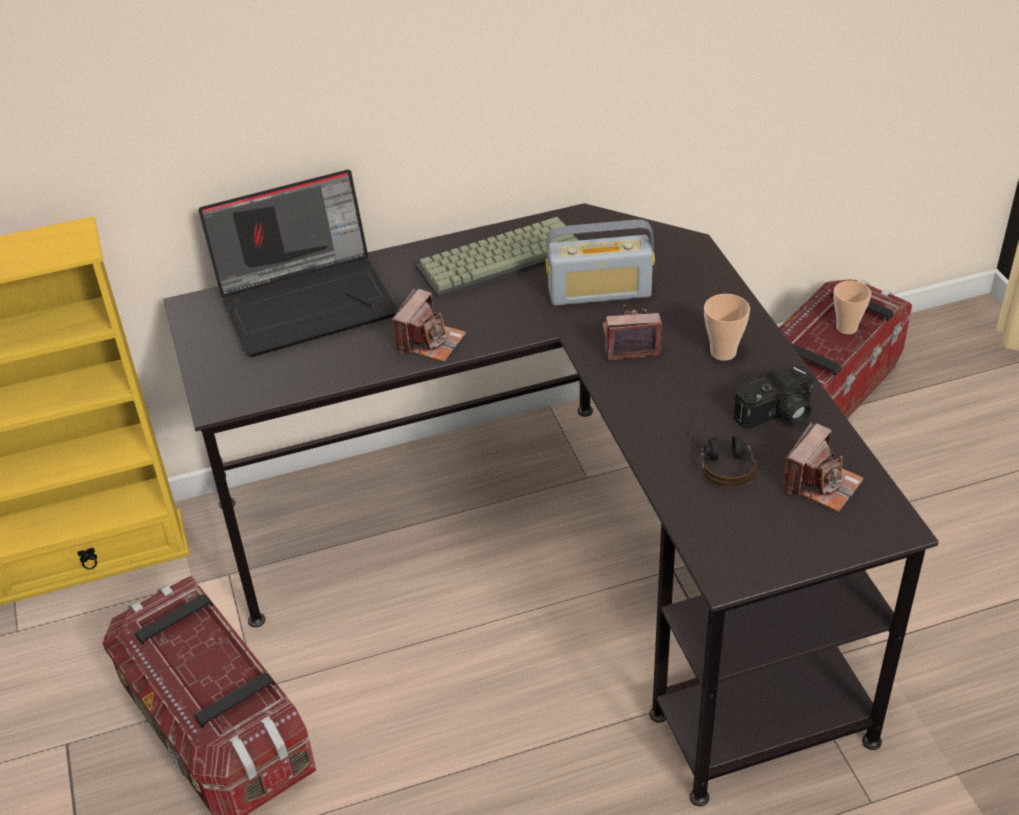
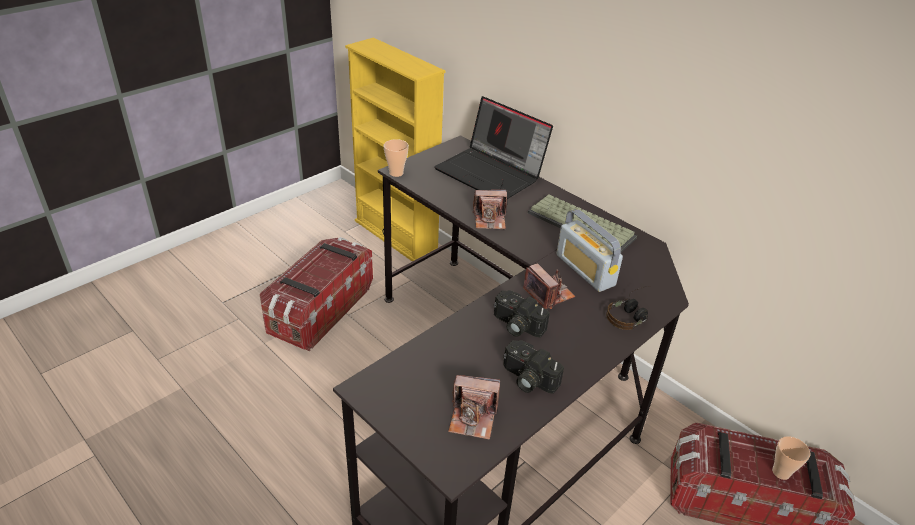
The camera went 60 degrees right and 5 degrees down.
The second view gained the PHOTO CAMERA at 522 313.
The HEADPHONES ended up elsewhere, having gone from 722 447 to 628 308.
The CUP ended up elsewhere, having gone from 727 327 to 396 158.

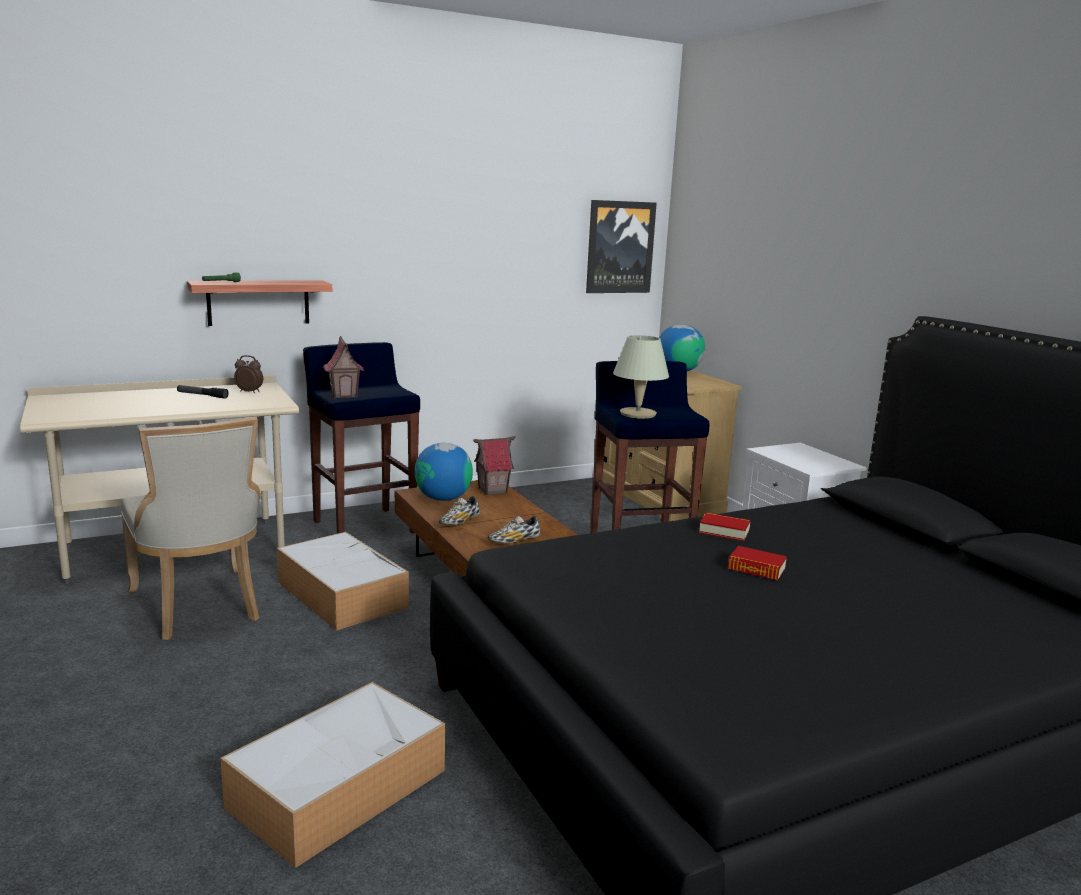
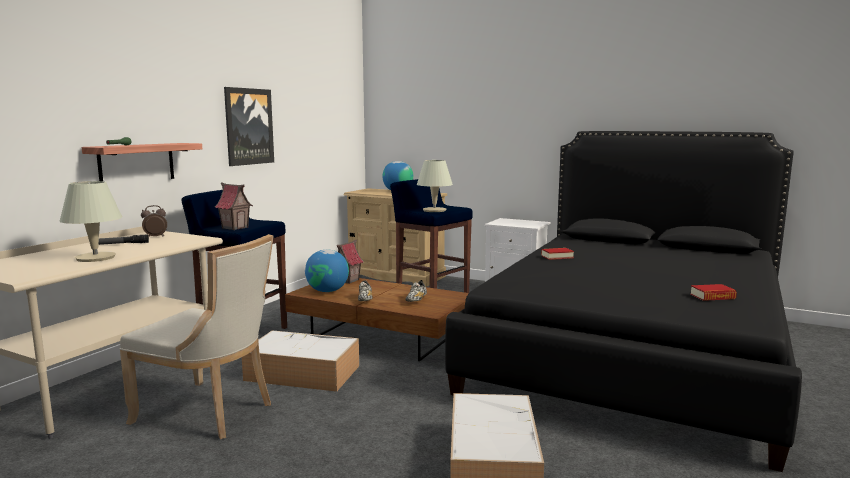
The camera went 35 degrees left and 5 degrees down.
The second view gained the BEIGE TABLE LAMP at 91 221.
The PICTURE ended up elsewhere, having gone from 621 246 to 249 126.
The BOOK ended up elsewhere, having gone from 757 563 to 713 292.

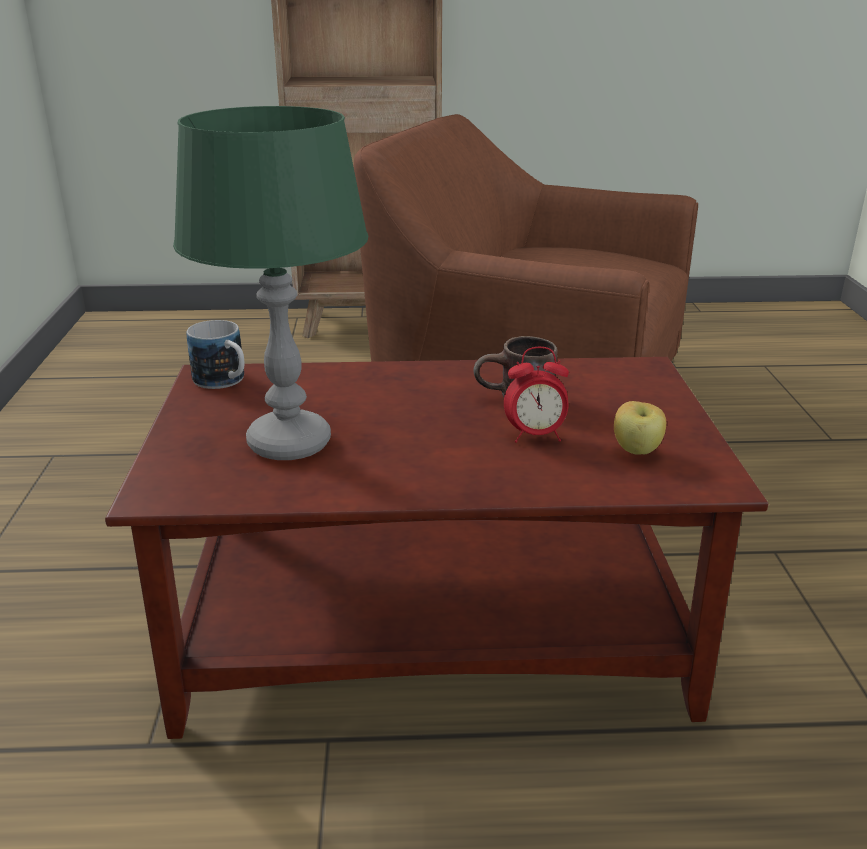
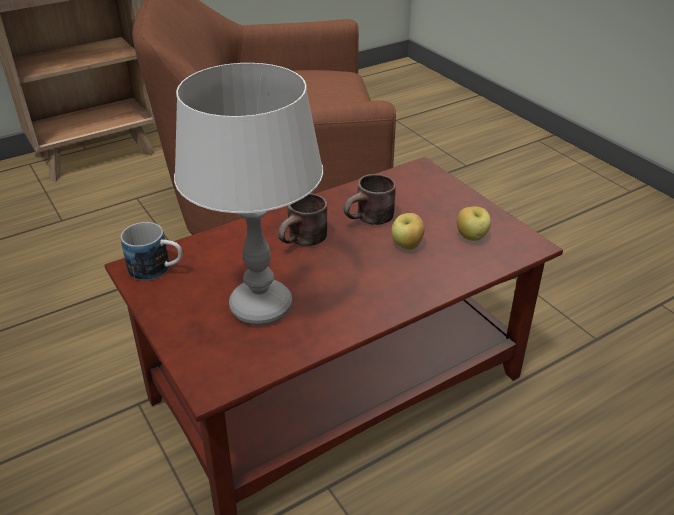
The camera went 30 degrees left and 10 degrees up.
The second view gained the BROWN MUG at 302 219.
Where the ALARM CLOCK stood at 536 395, the APPLE came to stand at 407 231.
What was the GREEN TABLE LAMP at 270 283 turned into the GREY TABLE LAMP at 248 194.

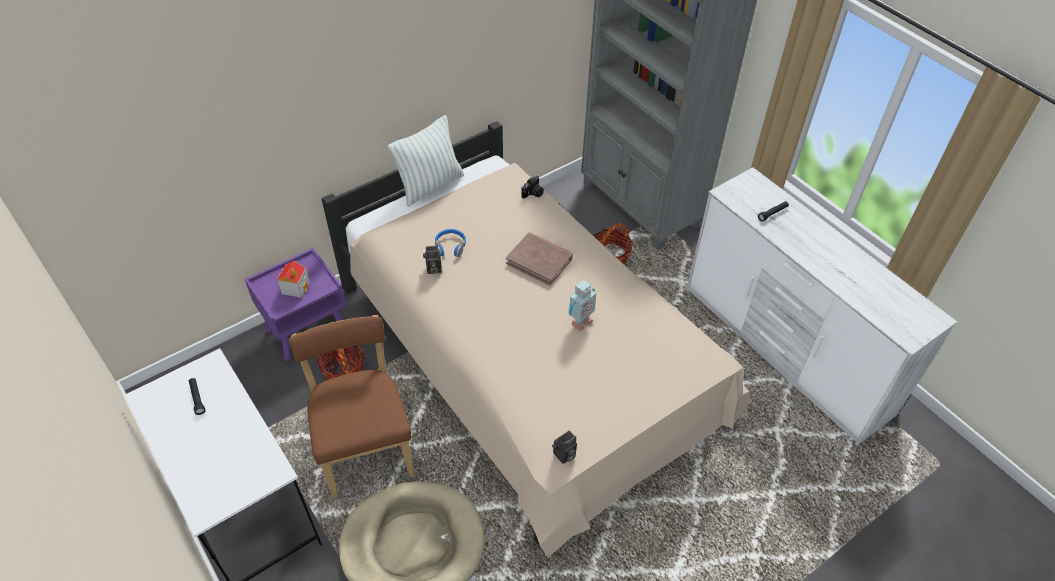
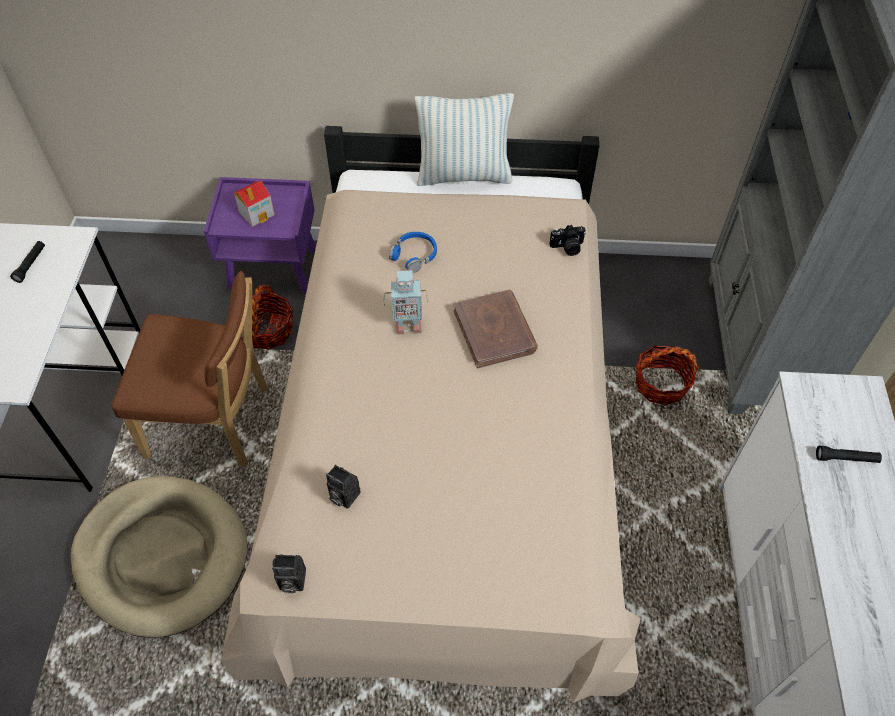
The camera went 40 degrees right and 5 degrees up.
The PHOTO CAMERA ended up elsewhere, having gone from 432 260 to 343 487.
The TOY ROBOT ended up elsewhere, having gone from 582 305 to 405 302.
The BROWN CHAIR at 351 406 ended up facing another way, 75 degrees clockwise from before.

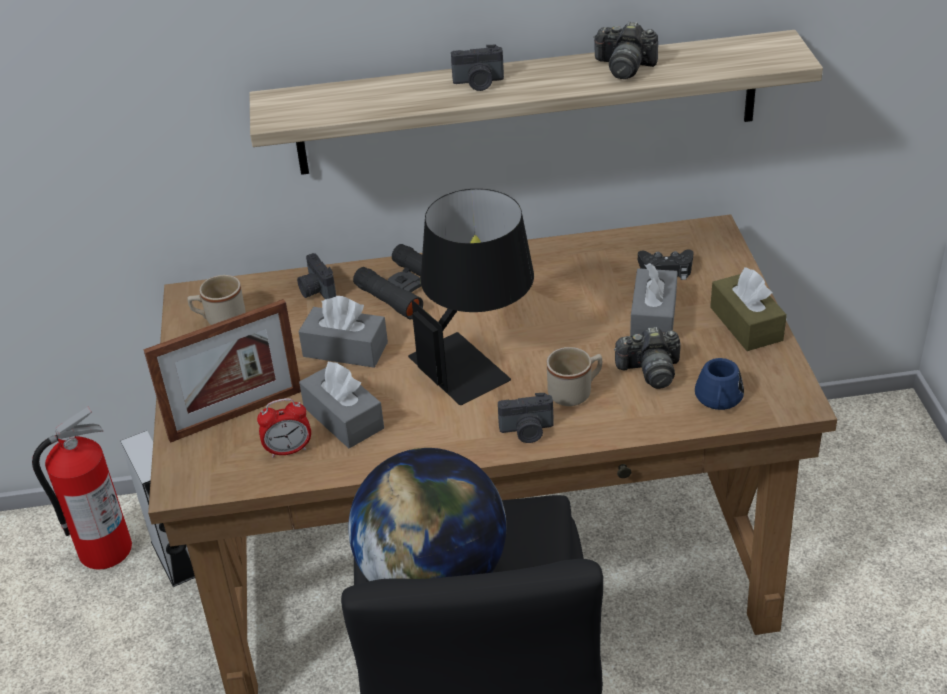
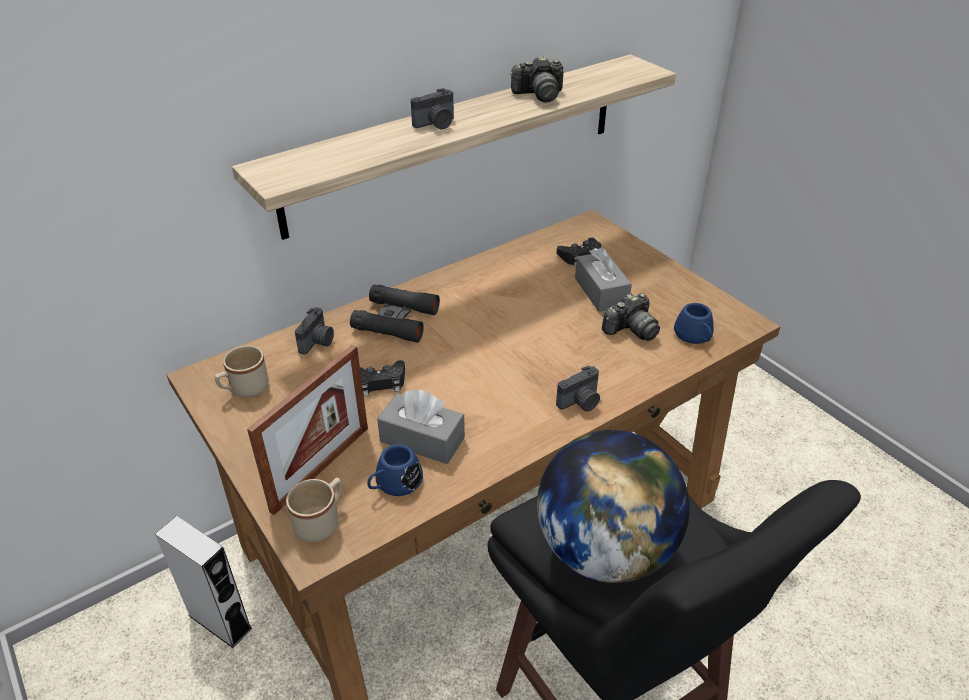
The camera went 30 degrees left and 0 degrees up.
The second view lost the FIRE EXTINGUISHER at 82 487.
The second view lost the BLACK TABLE LAMP at 471 297.
The second view lost the BROWN TISSUE BOX at 748 309.
The BEIGE MUG ended up elsewhere, having gone from 574 376 to 314 510.
Where the ALARM CLOCK stood at 284 428, the BLUE MUG came to stand at 395 470.
Where the GREY TISSUE BOX stood at 343 332, the BLACK GAME CONTROLLER came to stand at 382 378.
The PHOTO CAMERA at 316 276 ended up facing another way, 105 degrees counterclockwise from before.

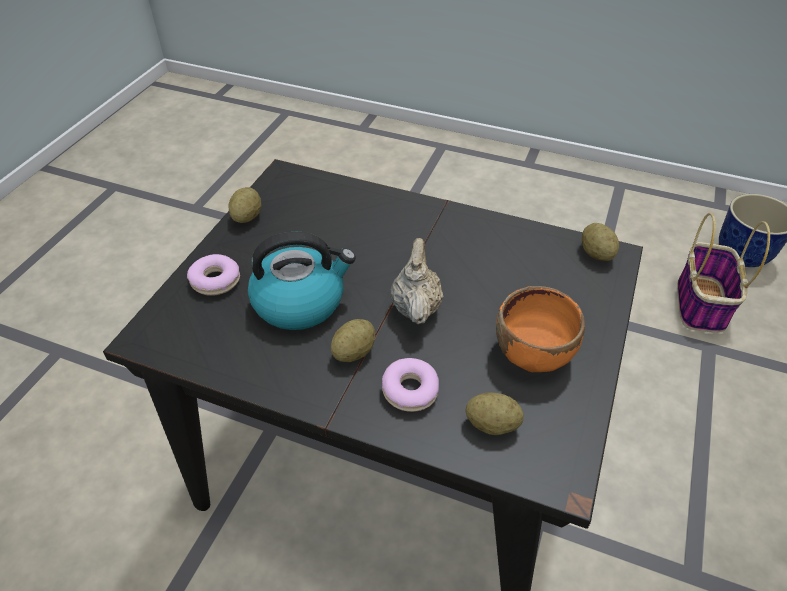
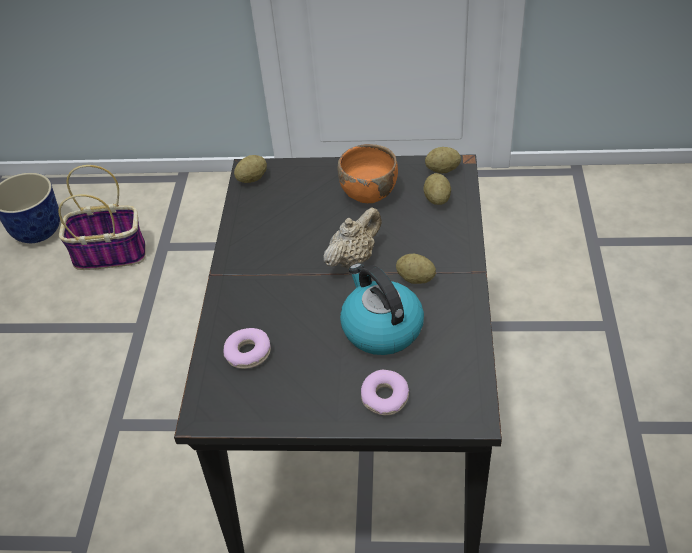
The camera went 105 degrees left and 0 degrees up.
The POTATO ended up elsewhere, having gone from 244 205 to 443 160.
The DONUT ended up elsewhere, having gone from 410 385 to 247 348.
The BEIGE TEAPOT at 416 281 ended up facing another way, 150 degrees clockwise from before.

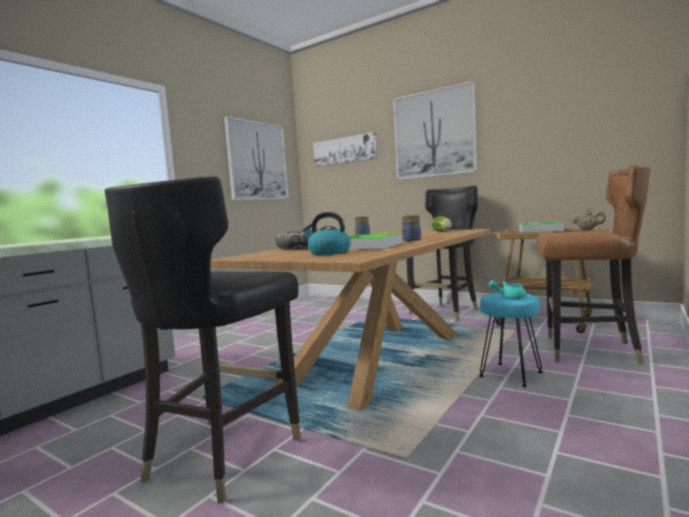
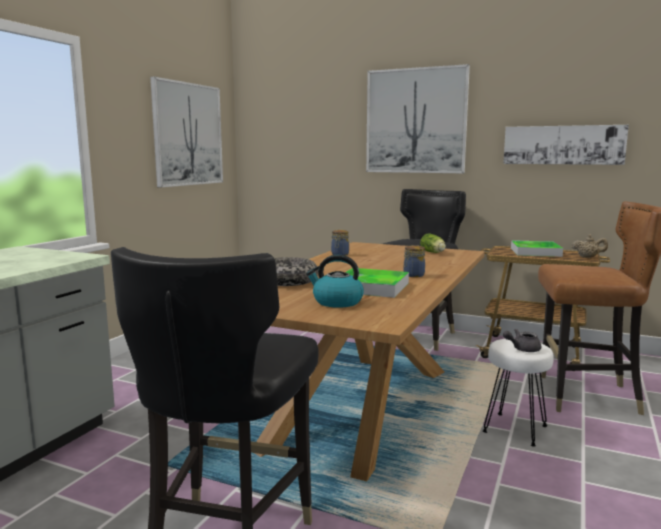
The camera went 10 degrees left and 5 degrees up.
The PICTURE ended up elsewhere, having gone from 345 149 to 566 145.
What was the TURQUOISE STOOL at 511 340 turned into the WHITE STOOL at 518 392.
What was the TURQUOISE TEAPOT at 507 289 turned into the GREY TEAPOT at 522 340.

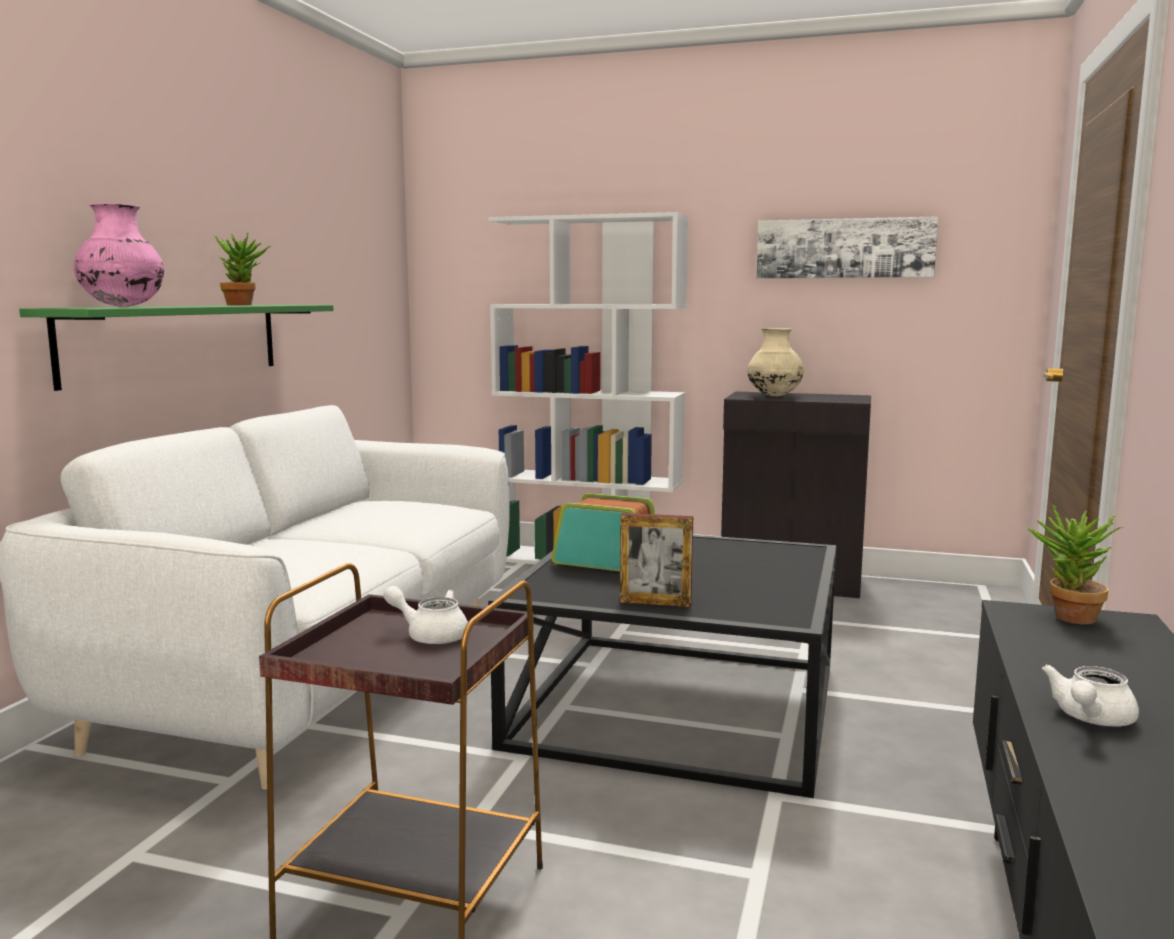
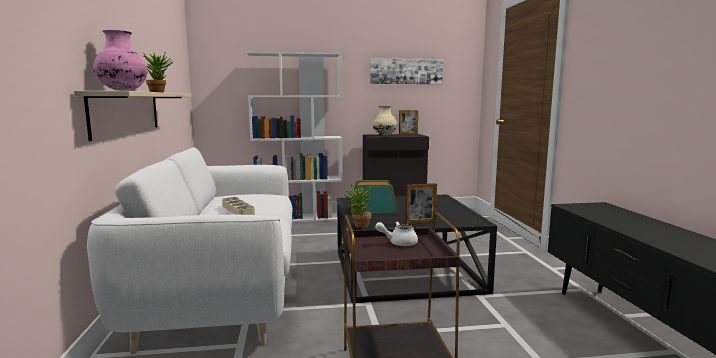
The camera went 25 degrees left and 0 degrees up.
The second view lost the WHITE TEAPOT at 1090 695.
The second view gained the BEIGE TRAY at 238 206.
The second view gained the PICTURE FRAME at 408 122.
The POTTED PLANT ended up elsewhere, having gone from 1076 564 to 358 206.
What was the GREEN SHELF at 176 348 turned into the BEIGE SHELF at 132 116.

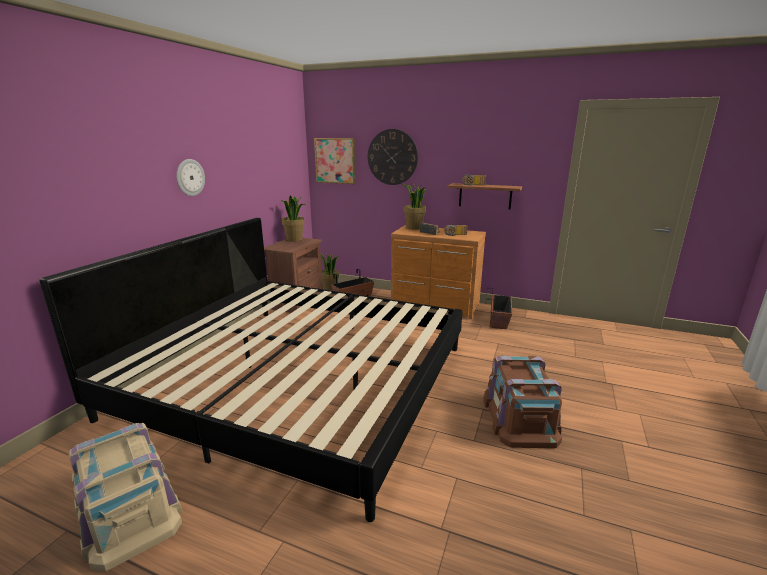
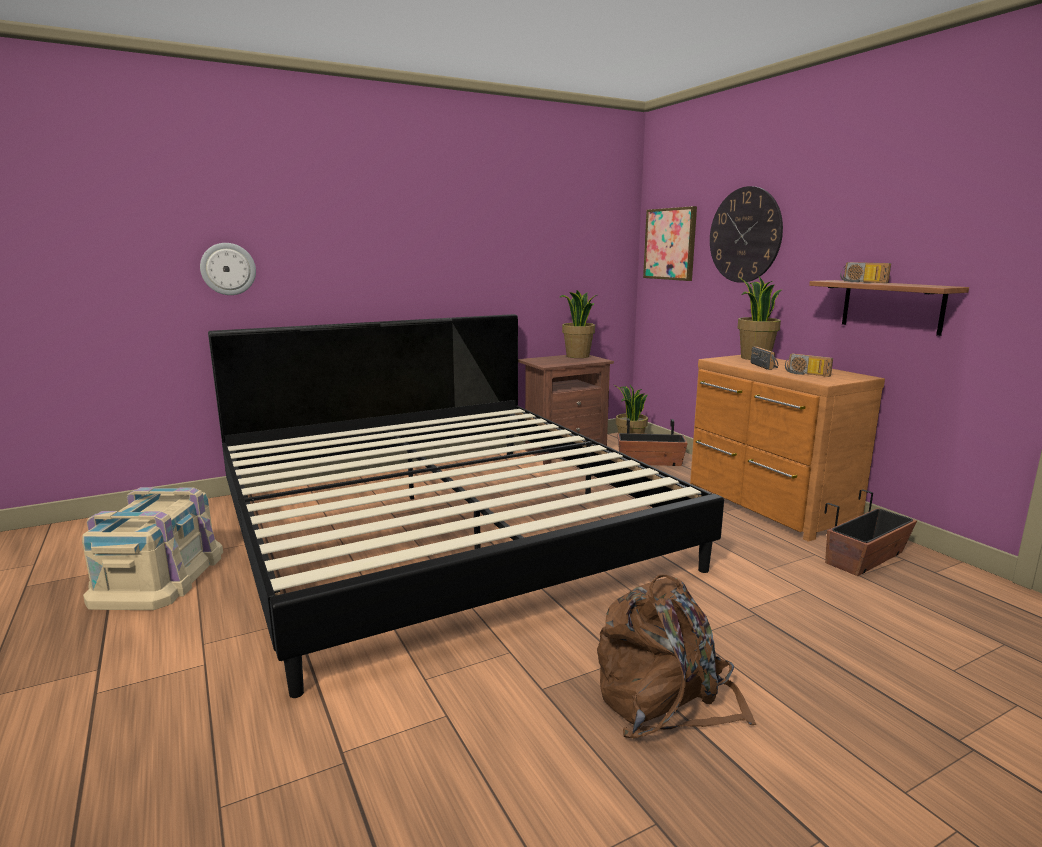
The camera went 40 degrees right and 5 degrees down.
The WALL CLOCK ended up elsewhere, having gone from 190 177 to 228 269.
Where the BROWN STORAGE BOX stood at 522 402, the BROWN BACKPACK came to stand at 677 656.

